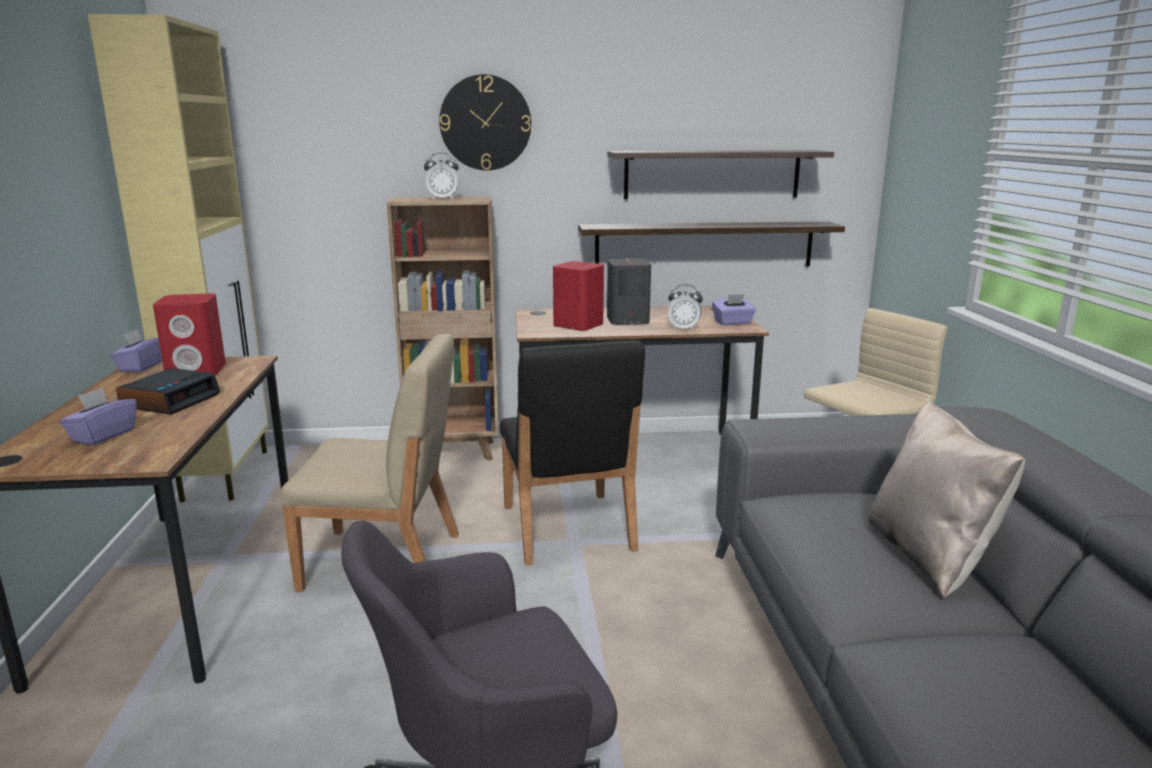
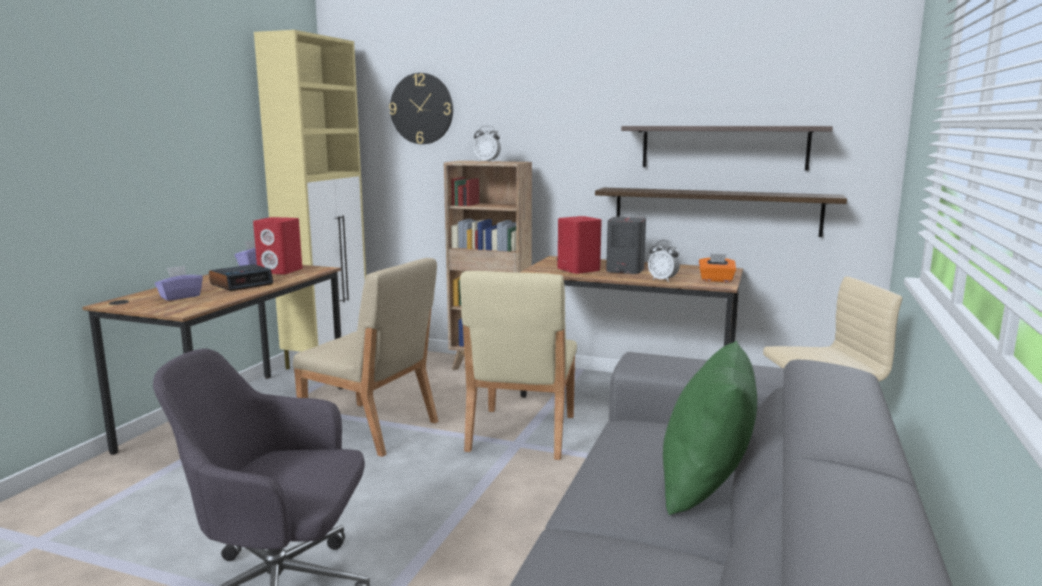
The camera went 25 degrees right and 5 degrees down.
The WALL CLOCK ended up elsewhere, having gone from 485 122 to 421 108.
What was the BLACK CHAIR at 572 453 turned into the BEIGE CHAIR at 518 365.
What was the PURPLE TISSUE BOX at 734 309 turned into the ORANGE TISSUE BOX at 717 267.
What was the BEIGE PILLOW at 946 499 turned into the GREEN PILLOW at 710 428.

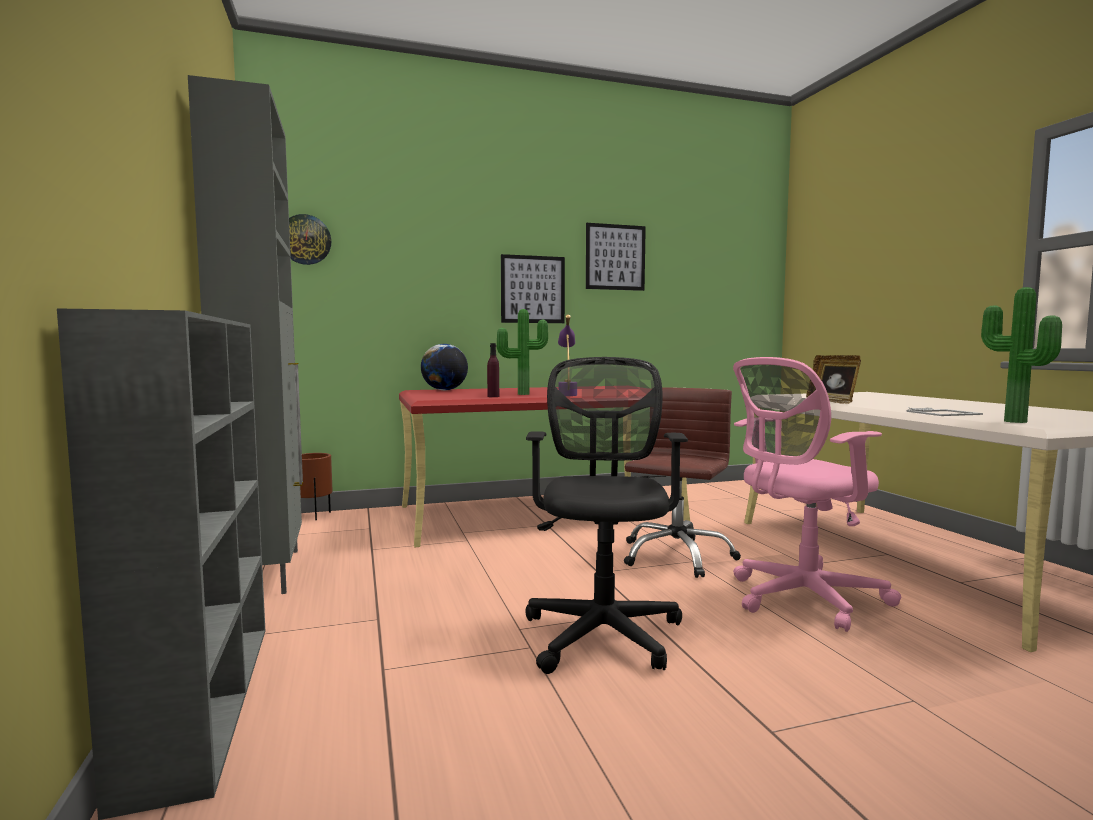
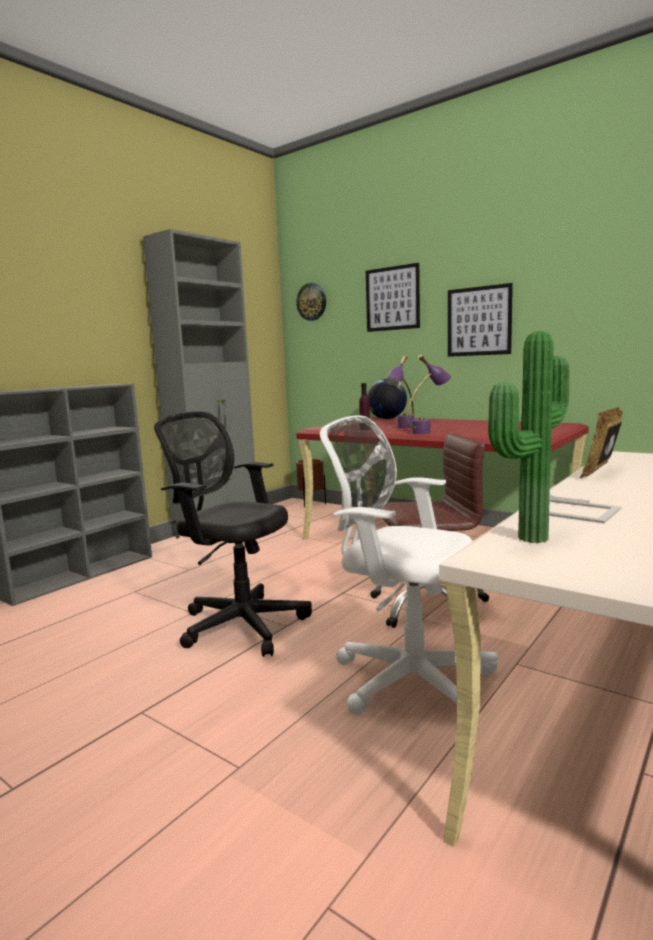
The camera went 55 degrees right and 5 degrees up.
The PICTURE ended up elsewhere, having gone from 616 257 to 393 297.
Where the POTTED PLANT stood at 522 352, the PURPLE TABLE LAMP came to stand at 399 392.
What was the PINK OFFICE CHAIR at 817 494 turned into the WHITE OFFICE CHAIR at 409 565.
The BLACK OFFICE CHAIR at 606 515 ended up facing another way, 120 degrees counterclockwise from before.

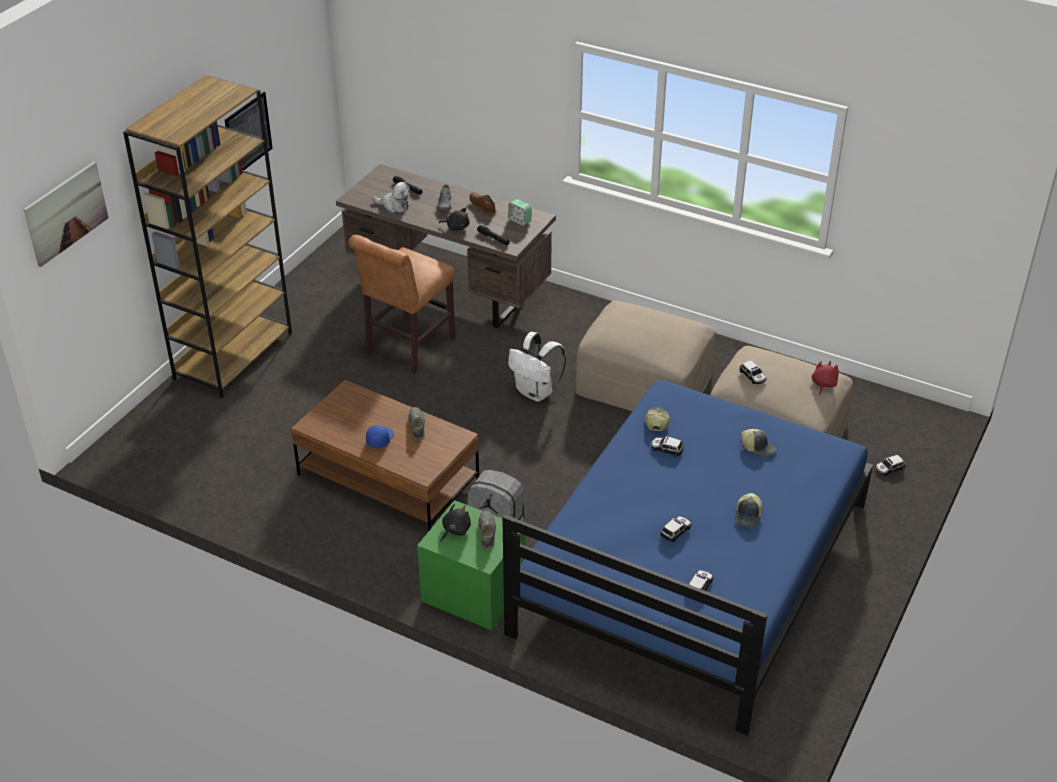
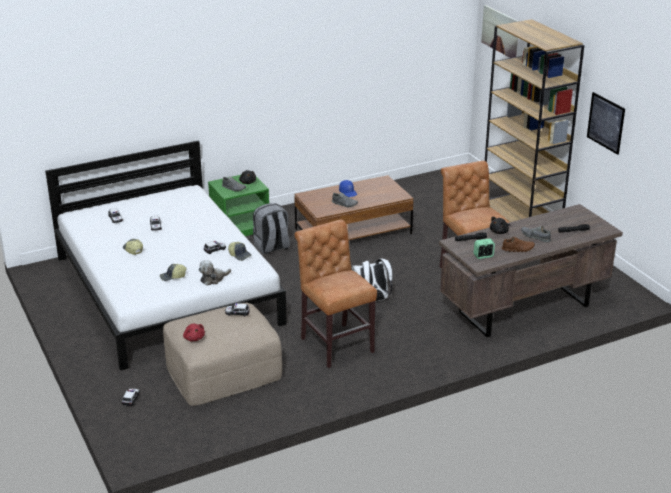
The camera went 125 degrees right and 10 degrees down.
The PLUSH TOY ended up elsewhere, having gone from 391 197 to 215 272.
Where the BEIGE OTTOMAN stood at 646 356, the BROWN CHAIR came to stand at 335 294.
What was the BLUE BED at 687 557 turned into the WHITE BED at 166 255.

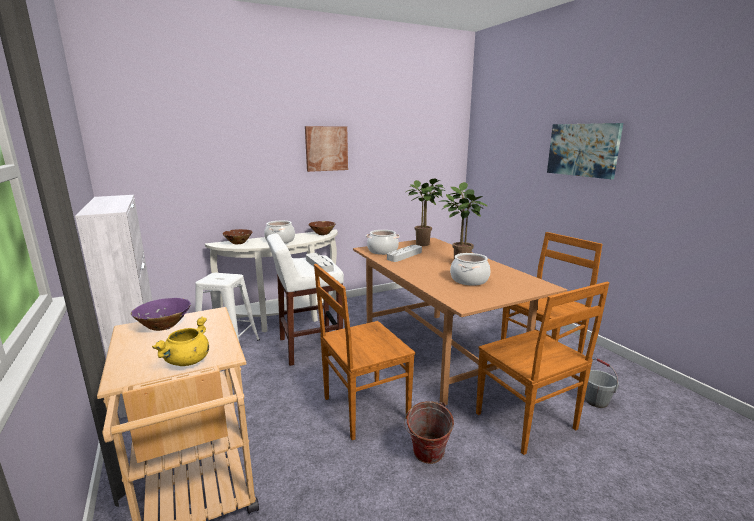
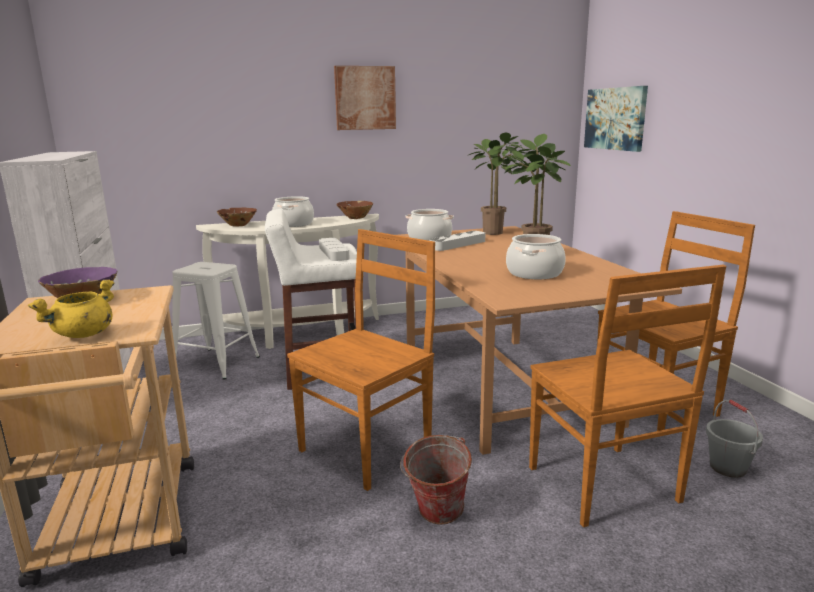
The camera went 10 degrees right and 0 degrees up.
The PICTURE ended up elsewhere, having gone from 585 151 to 616 119.
The BROWN CHAIR at 364 352 ended up facing another way, 150 degrees clockwise from before.

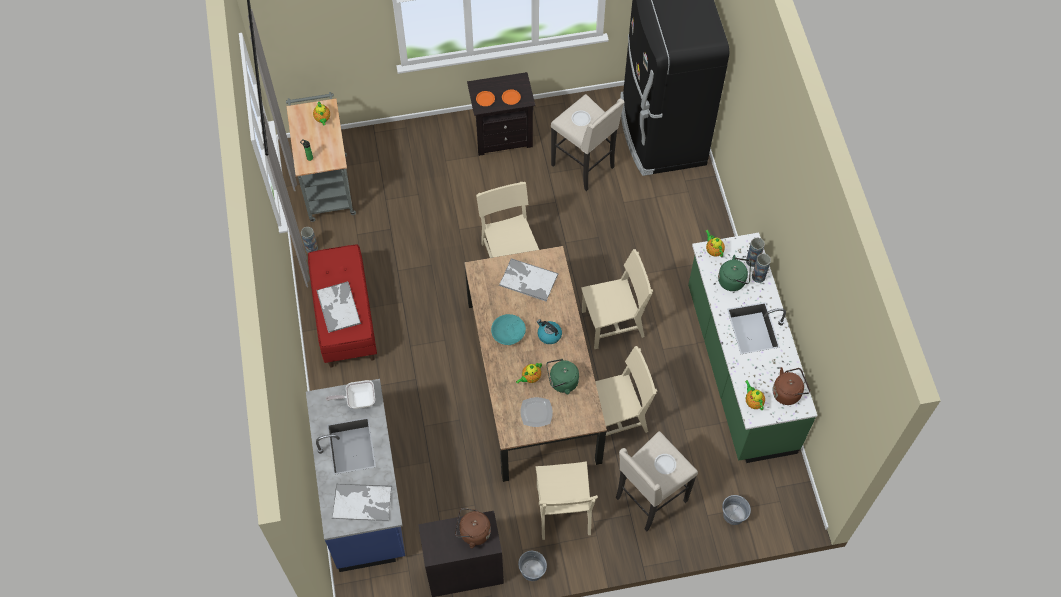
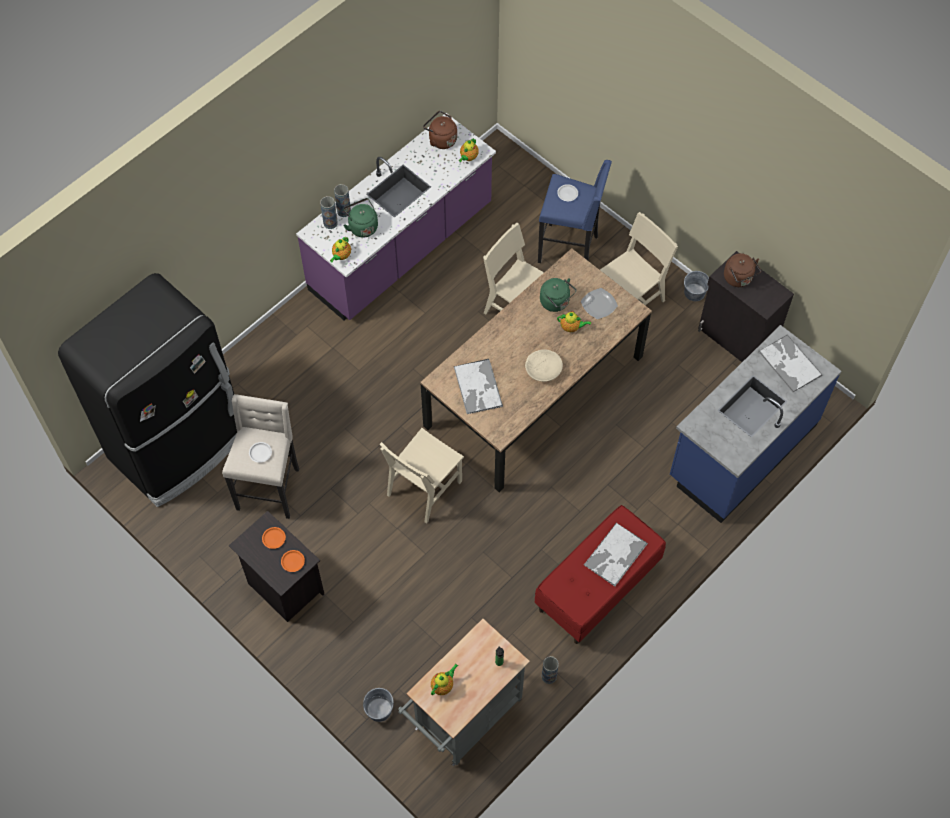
The camera went 125 degrees left and 0 degrees up.
The second view lost the FRYING PAN at 350 394.
The second view lost the KETTLE at 549 331.
The second view lost the BEIGE CHAIR at 617 299.
The GREY BUCKET ended up elsewhere, having gone from 736 510 to 378 705.
What was the TURQUOISE BOWL at 508 329 turned into the BEIGE BOWL at 544 366.
What was the BEIGE STOOL at 657 481 turned into the BLUE STOOL at 575 211.
What was the GREEN COUNTER at 753 348 turned into the PURPLE COUNTER at 396 216.

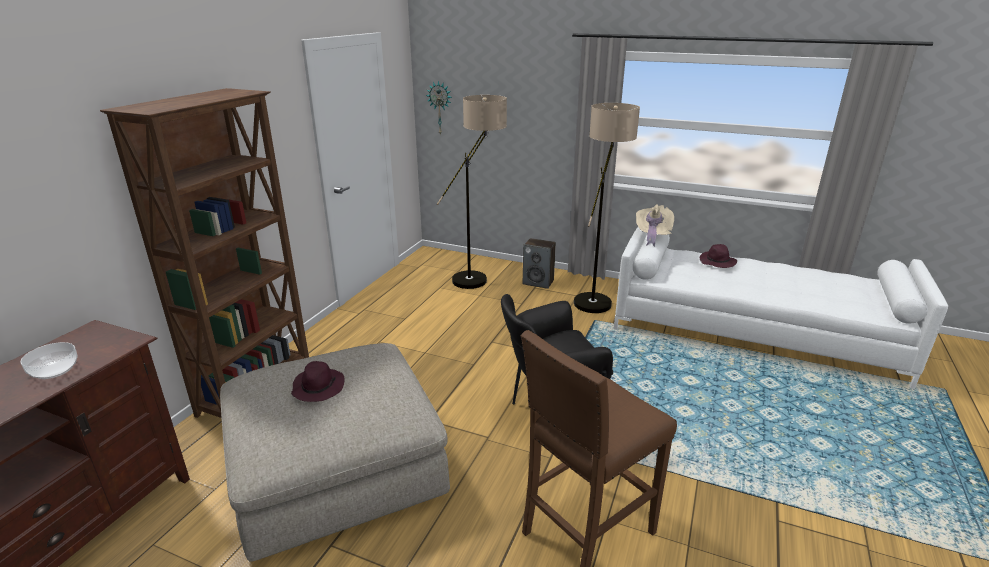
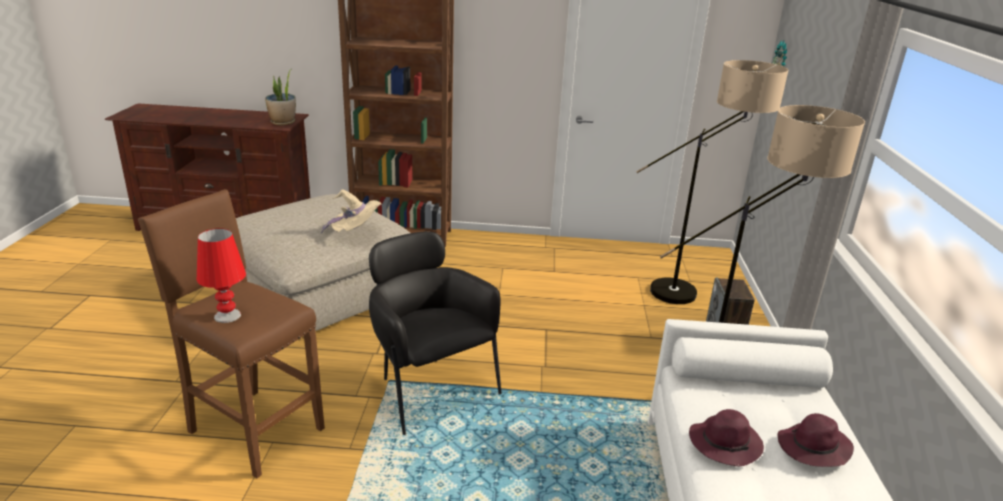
The camera went 70 degrees right and 0 degrees up.
The second view lost the BOWL at 49 360.
The second view gained the RED TABLE LAMP at 221 275.
The second view gained the POTTED PLANT at 280 97.
The PURPLE HAT ended up elsewhere, having gone from 317 381 to 726 437.
The BEIGE HAT ended up elsewhere, having gone from 655 225 to 350 211.

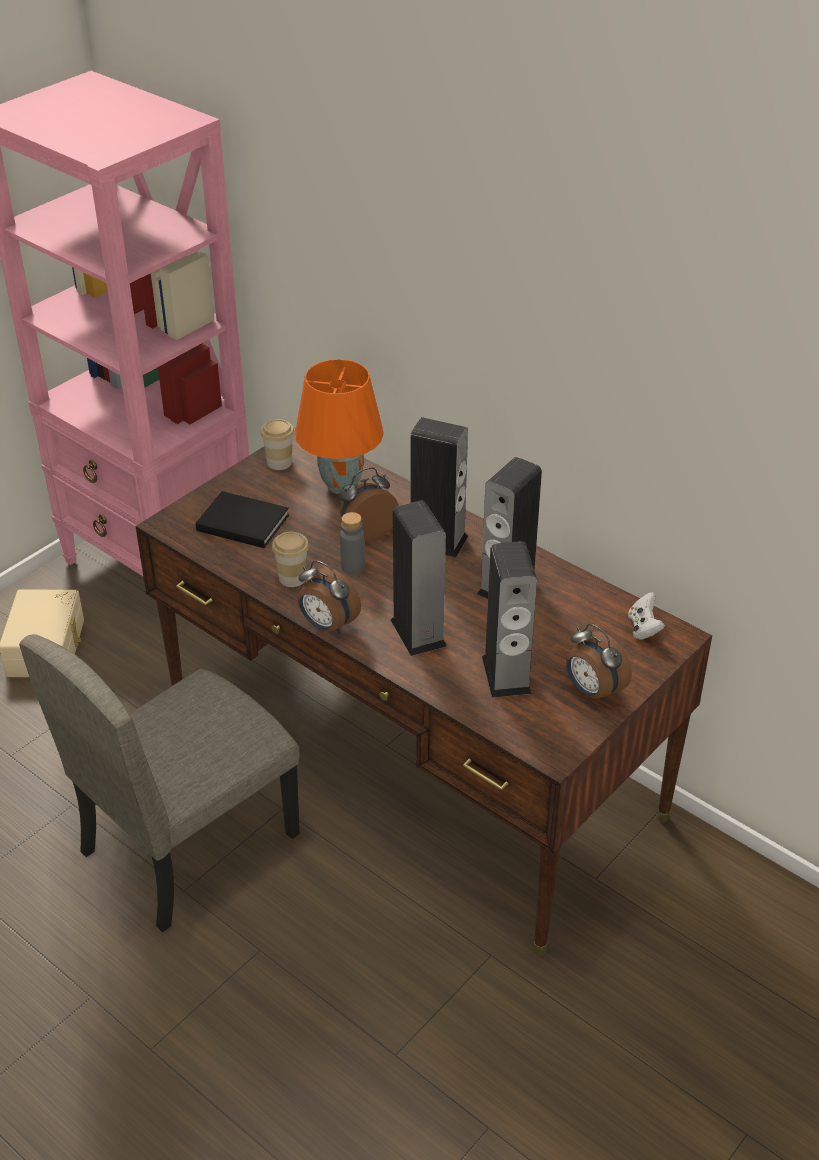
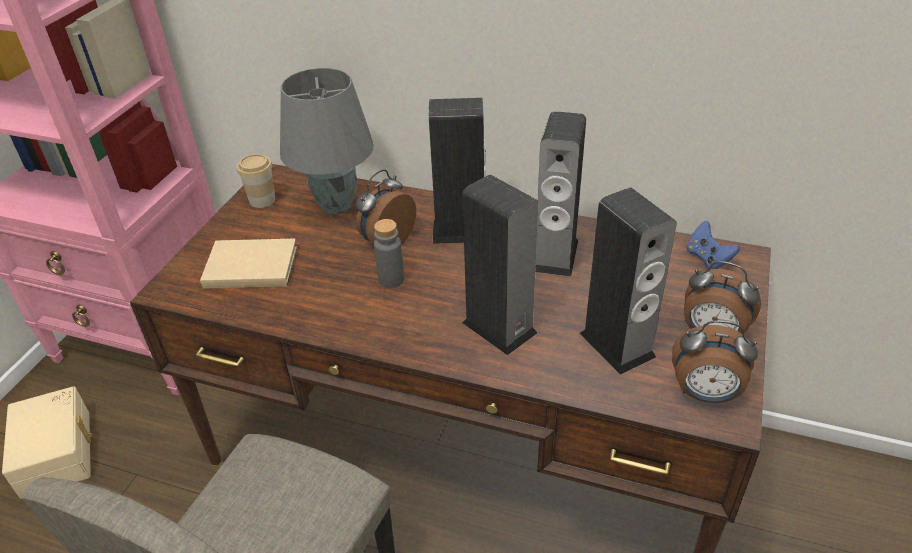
The camera went 20 degrees left and 0 degrees up.
The second view lost the CUP at 290 559.
The ALARM CLOCK ended up elsewhere, having gone from 329 597 to 715 362.
What was the BLACK BOOK at 242 519 turned into the BEIGE BOOK at 248 263.
What was the ORANGE TABLE LAMP at 339 426 turned into the GREY TABLE LAMP at 327 141.
What was the WHITE GAME CONTROLLER at 646 616 turned into the BLUE GAME CONTROLLER at 713 245.

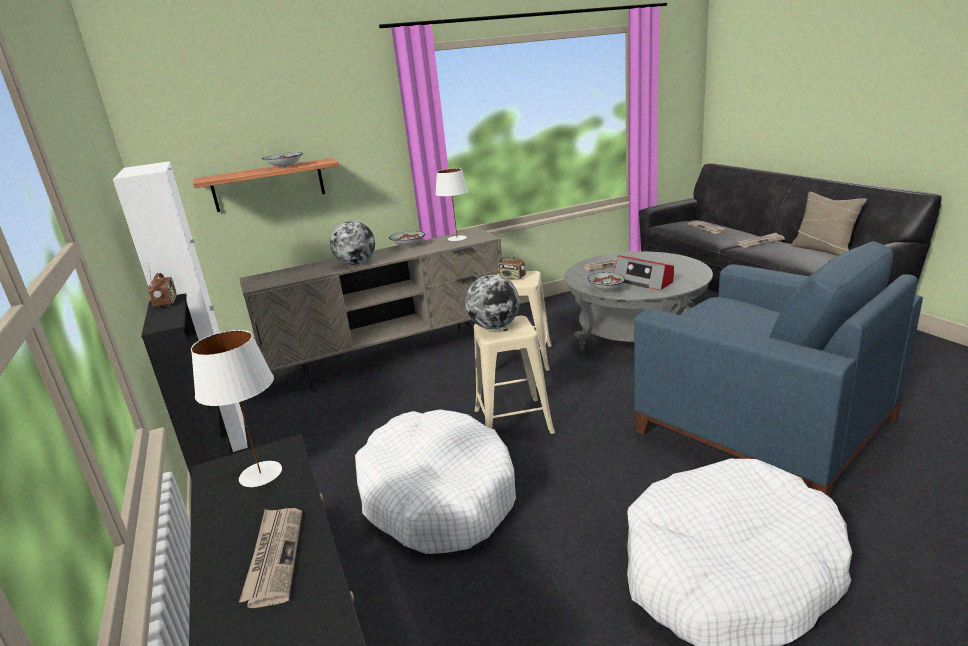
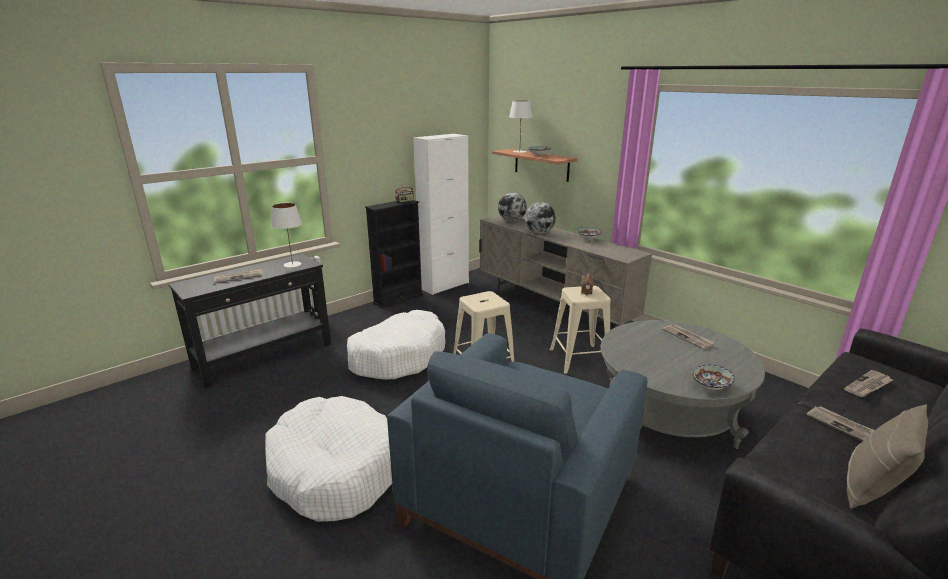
The camera went 70 degrees right and 0 degrees up.
The second view lost the RADIO at 644 273.
The WHITE TABLE LAMP ended up elsewhere, having gone from 451 204 to 521 126.
The GLOBE ended up elsewhere, having gone from 492 302 to 512 207.
The BOWL ended up elsewhere, having gone from 606 281 to 714 377.

